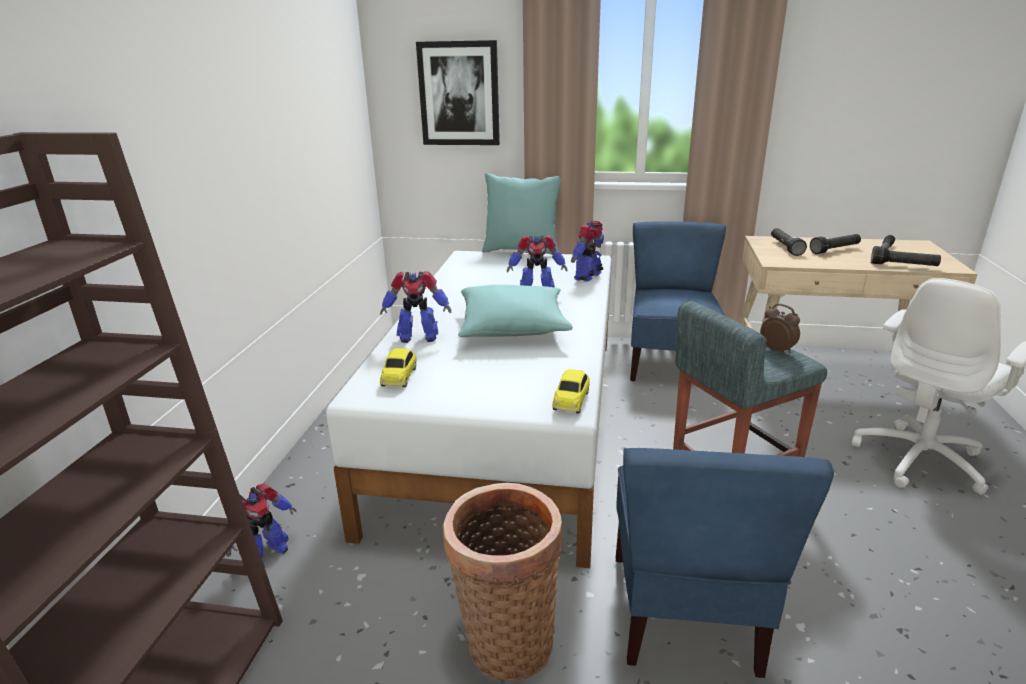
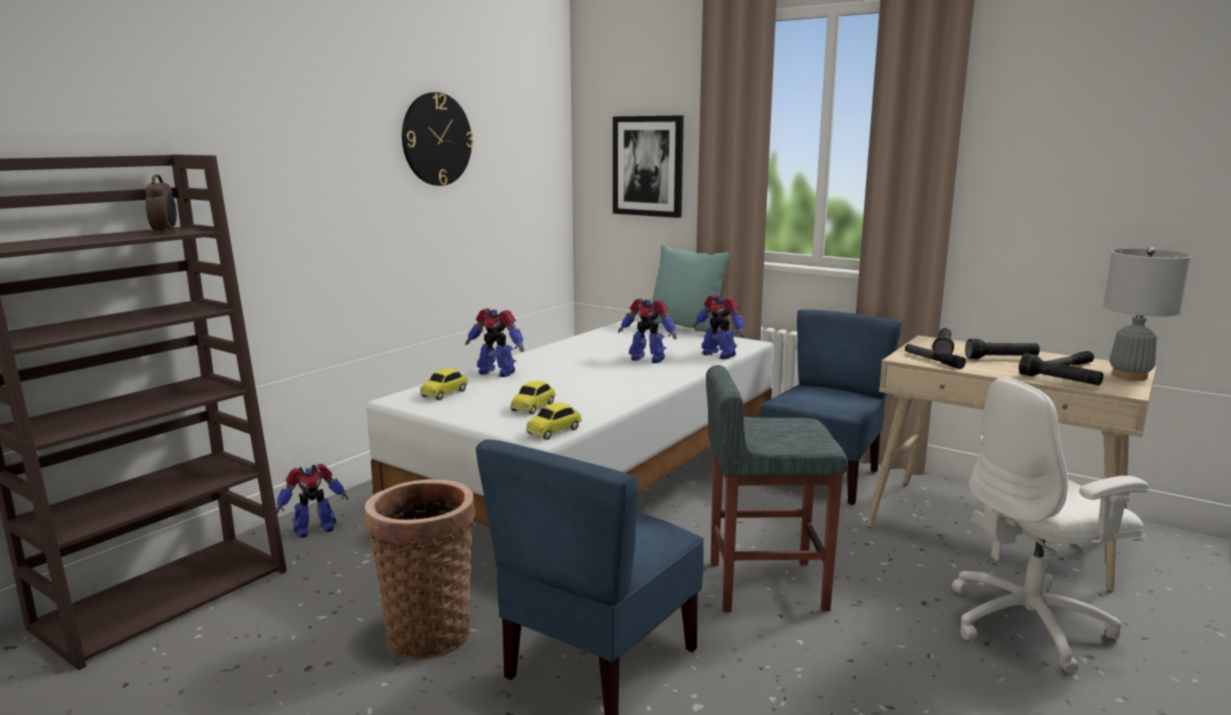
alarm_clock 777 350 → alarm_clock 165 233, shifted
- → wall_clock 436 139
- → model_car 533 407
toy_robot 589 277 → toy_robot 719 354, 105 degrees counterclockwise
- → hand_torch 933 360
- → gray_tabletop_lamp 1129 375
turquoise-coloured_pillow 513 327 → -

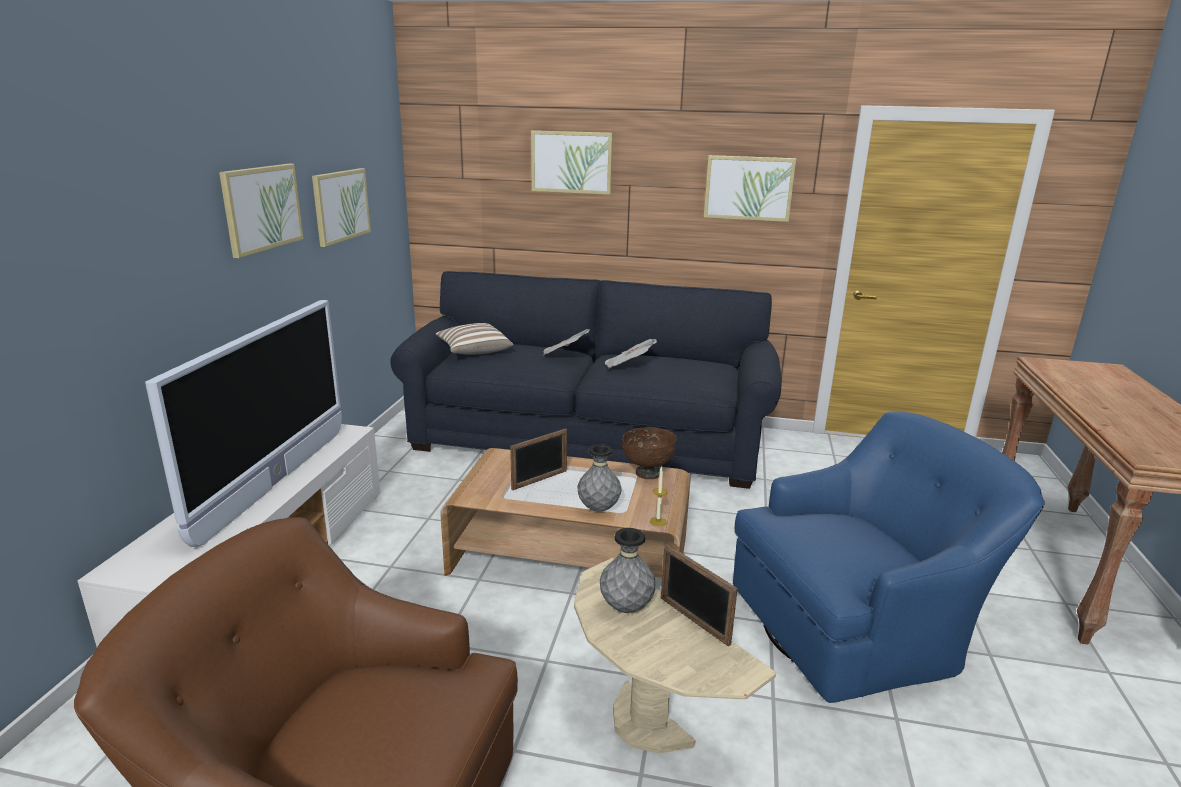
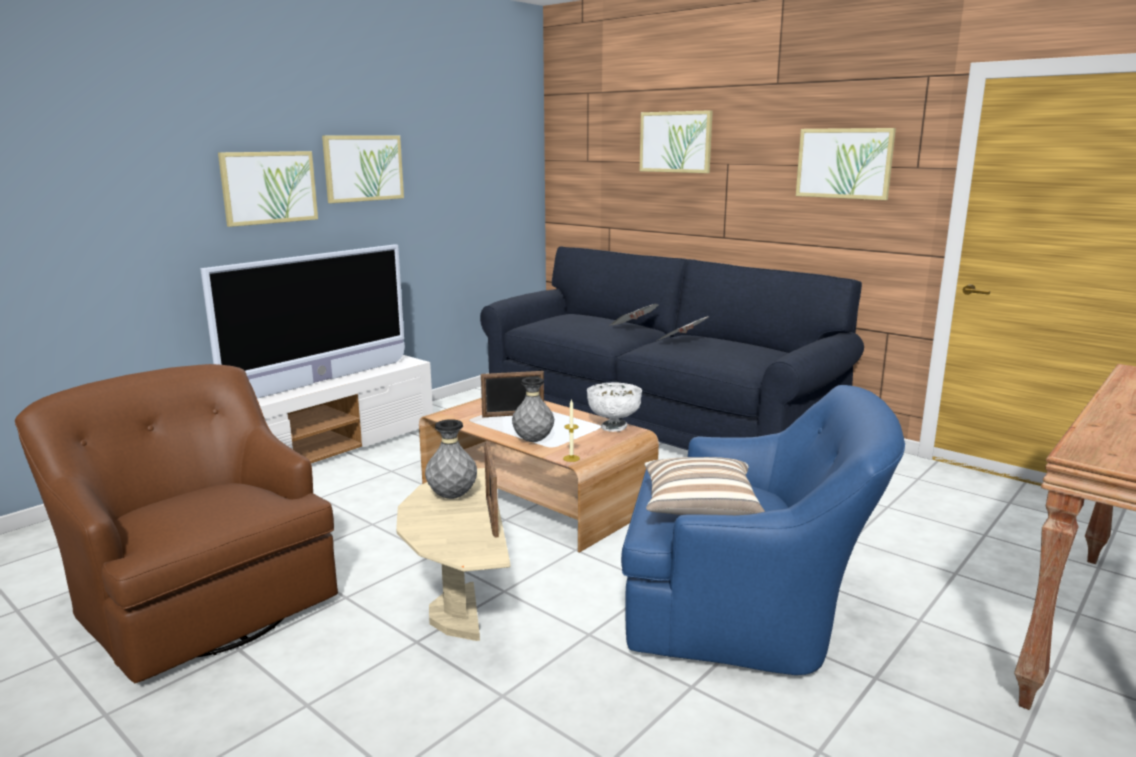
picture 340 205 → picture 269 187, shifted
brown-coloured_deep_dish 647 473 → white-coloured_deep_dish 614 427
pillow 473 351 → pillow 699 508, shifted

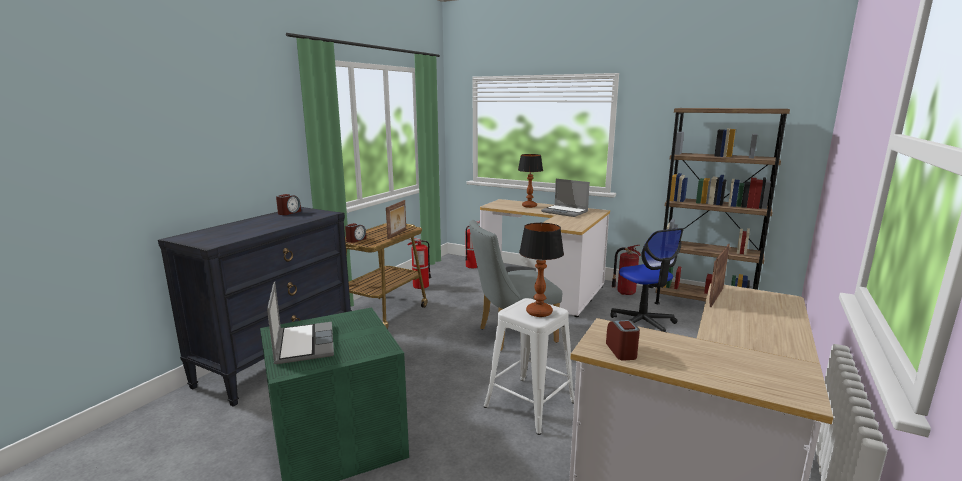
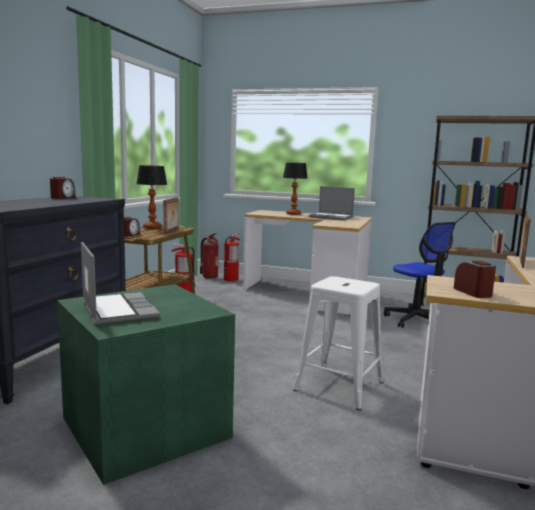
tabletop_lamp 538 312 → tabletop_lamp 152 227, shifted
fire-fighting_cylinder 625 292 → fire-fighting_cylinder 209 277, shifted
gray_plain_chair 511 335 → -

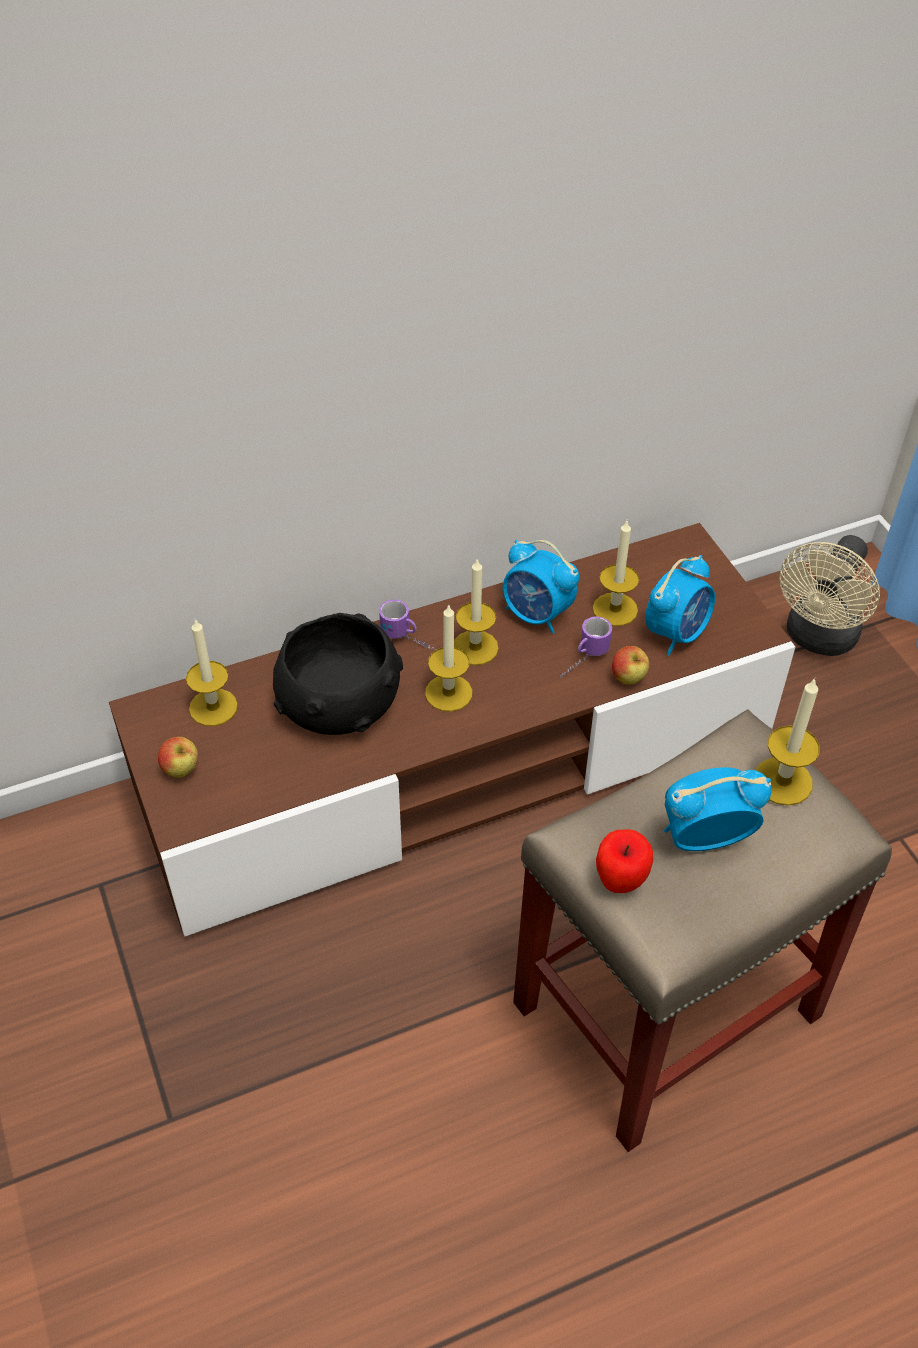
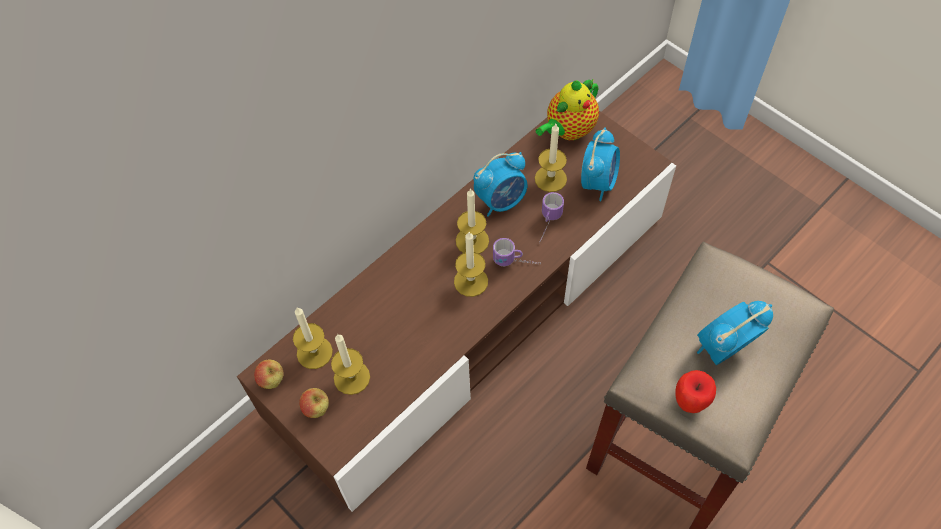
whole_apple 628 679 → whole_apple 272 381, shifted
wax_light 782 781 → wax_light 351 377, shifted
alarm_clock 537 615 → alarm_clock 501 201, 45 degrees counterclockwise
tea_mug 410 641 → tea_mug 516 262, shifted
- → tea_pot 568 131
black_deep_dish 340 701 → -
beige_electric_fan 818 639 → -

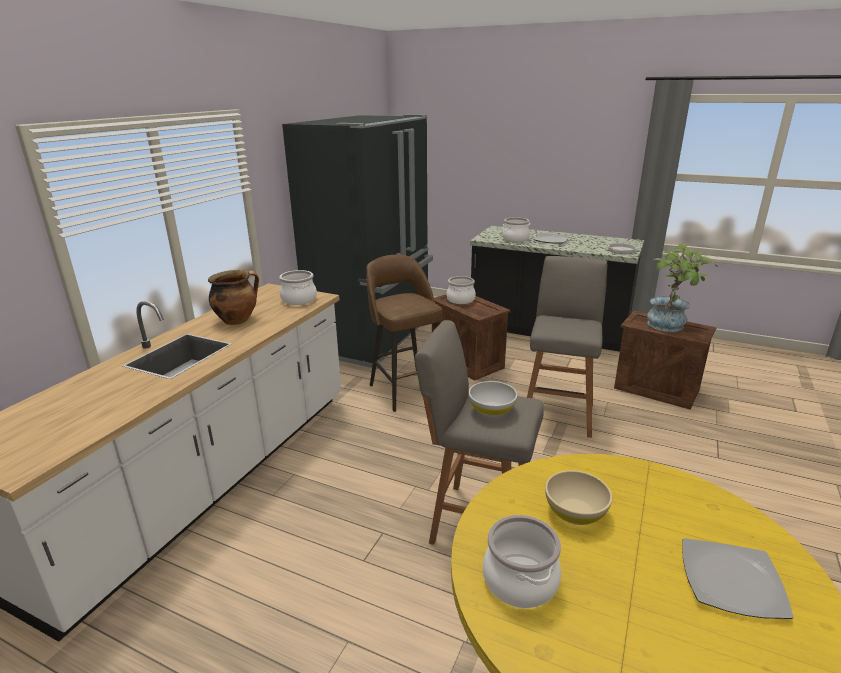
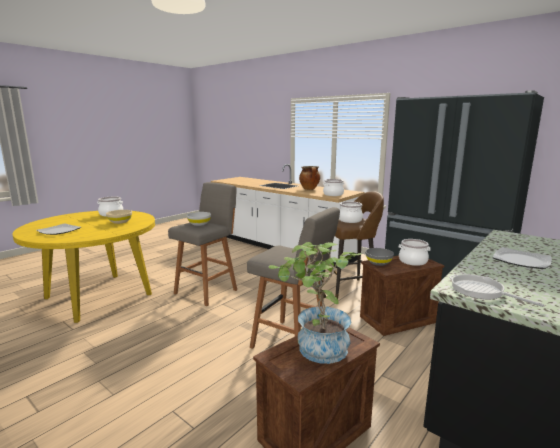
stockpot 515 239 → stockpot 350 220, shifted
- → gray_deep_dish 378 263

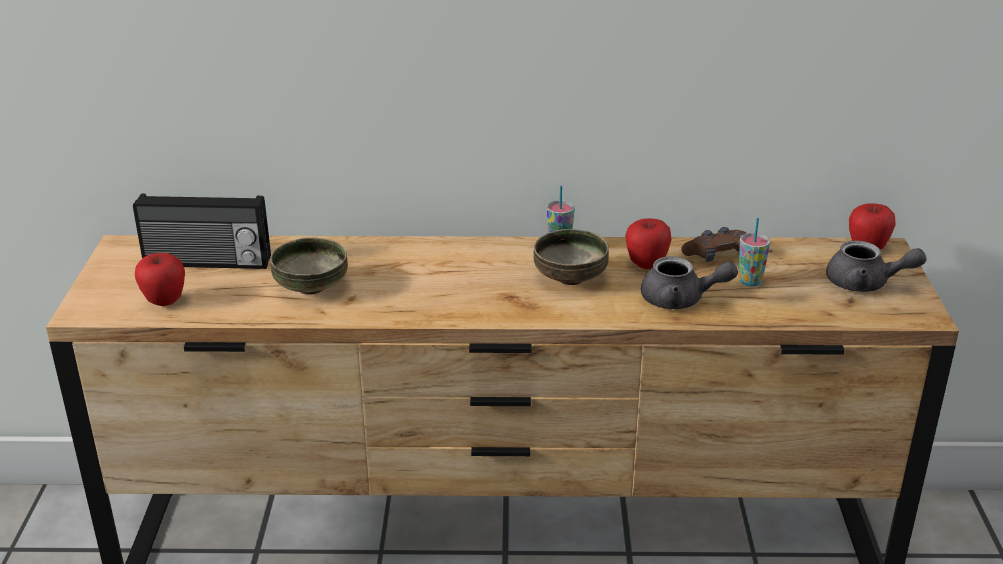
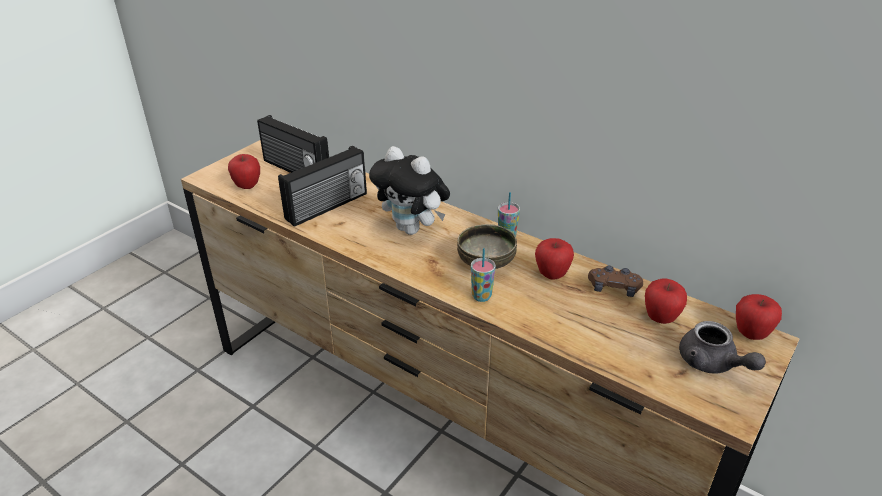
deep_dish 311 287 → radio_set 327 207
- → cuddly_toy 412 229
small_cup 750 281 → small_cup 481 296, shifted
- → whole_apple 660 318
gray_tea_pot 681 300 → -

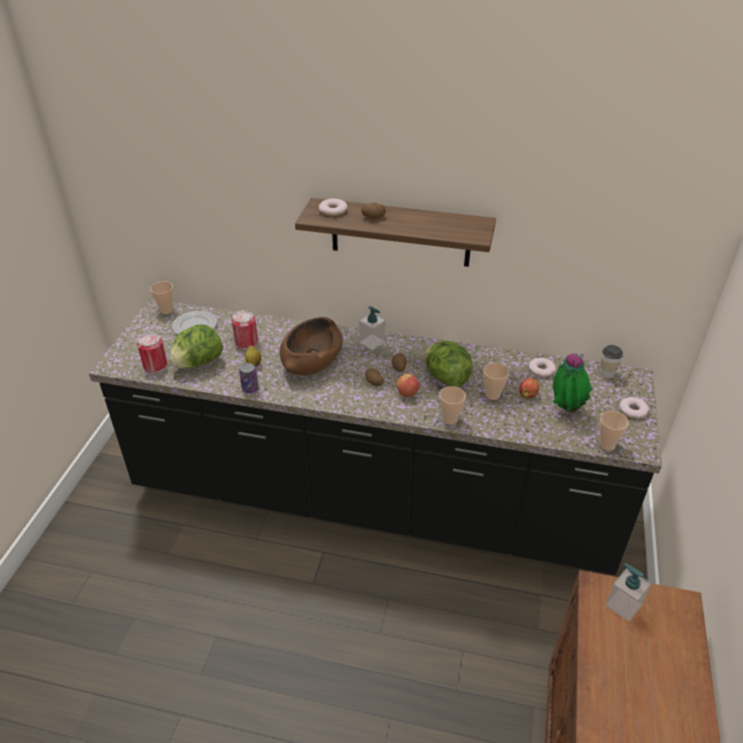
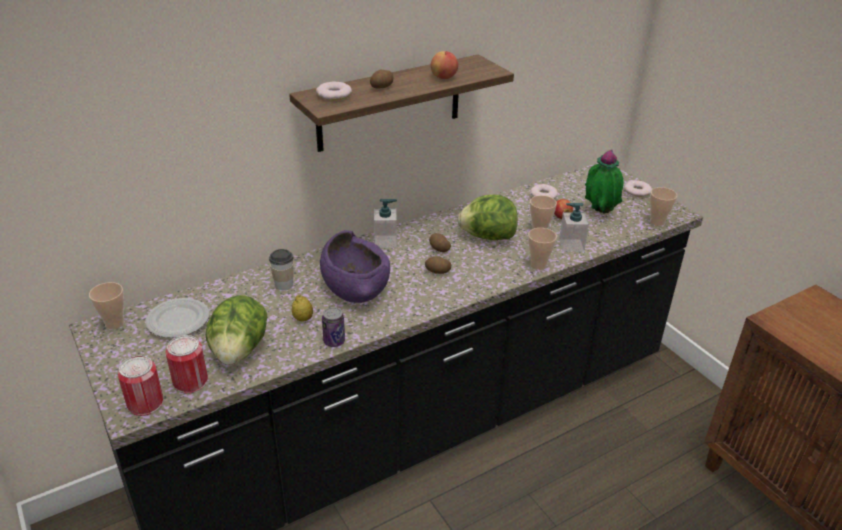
sealed_can 246 342 → sealed_can 145 403, shifted
small_cup 606 373 → small_cup 284 284, shifted
brown-coloured_deep_dish 311 360 → purple-coloured_deep_dish 355 285
whole_apple 407 393 → whole_apple 444 77, shifted
liquid_soap_bottle 623 605 → liquid_soap_bottle 571 245, shifted

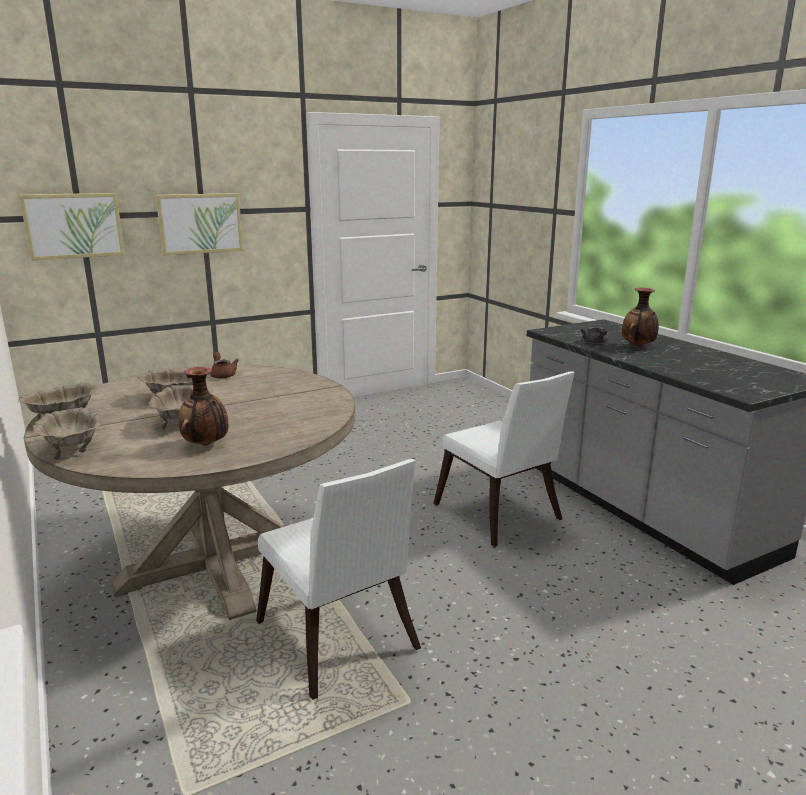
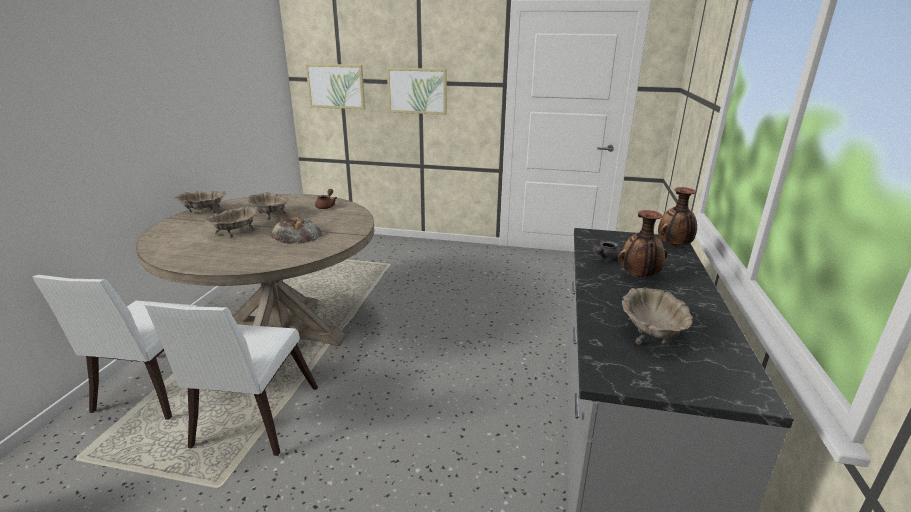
white-coloured_plain_chair 500 516 → white-coloured_plain_chair 154 390, shifted
- → bread 296 234
beige_deep_dish 73 449 → beige_deep_dish 652 334, shifted
vase 206 445 → vase 674 246, shifted

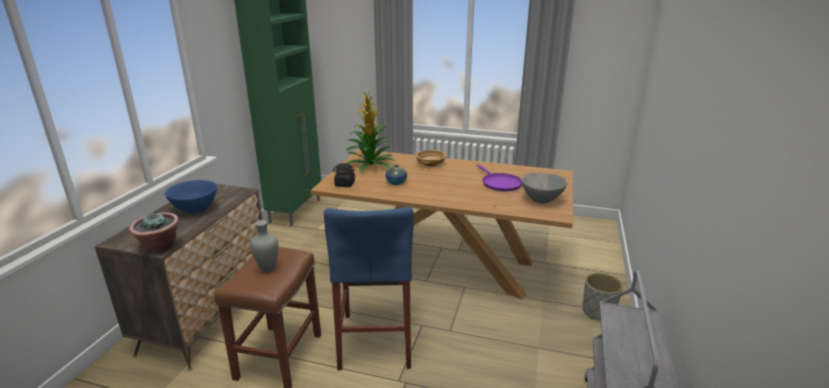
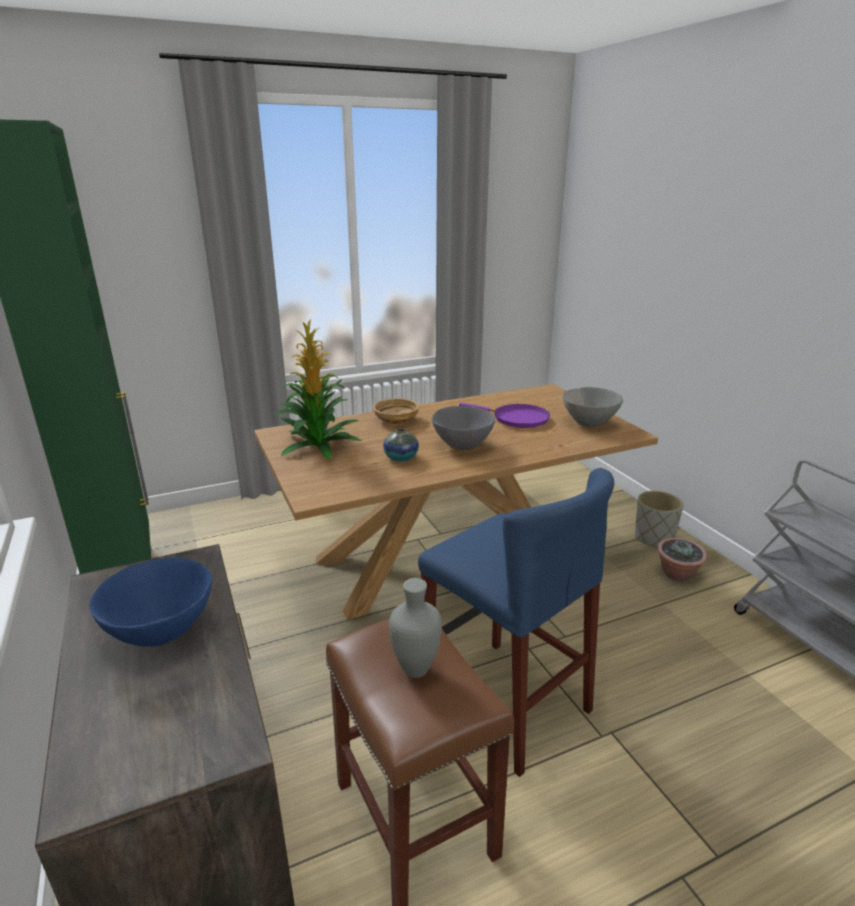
- → gray_deep_dish 462 446
potted_plant 160 247 → potted_plant 677 574, shifted
black_storage_jar 344 184 → -

